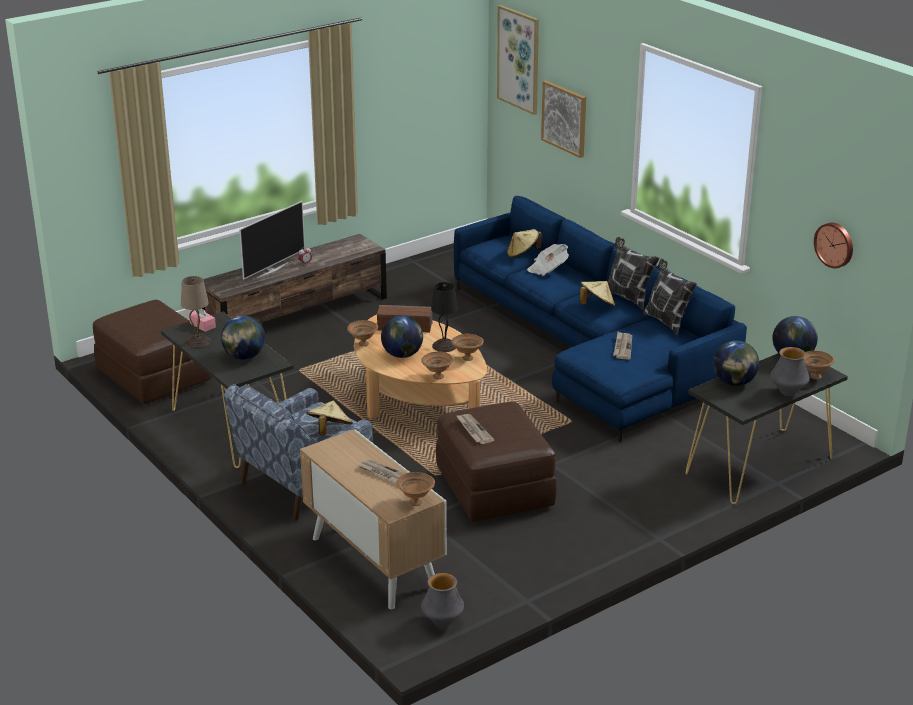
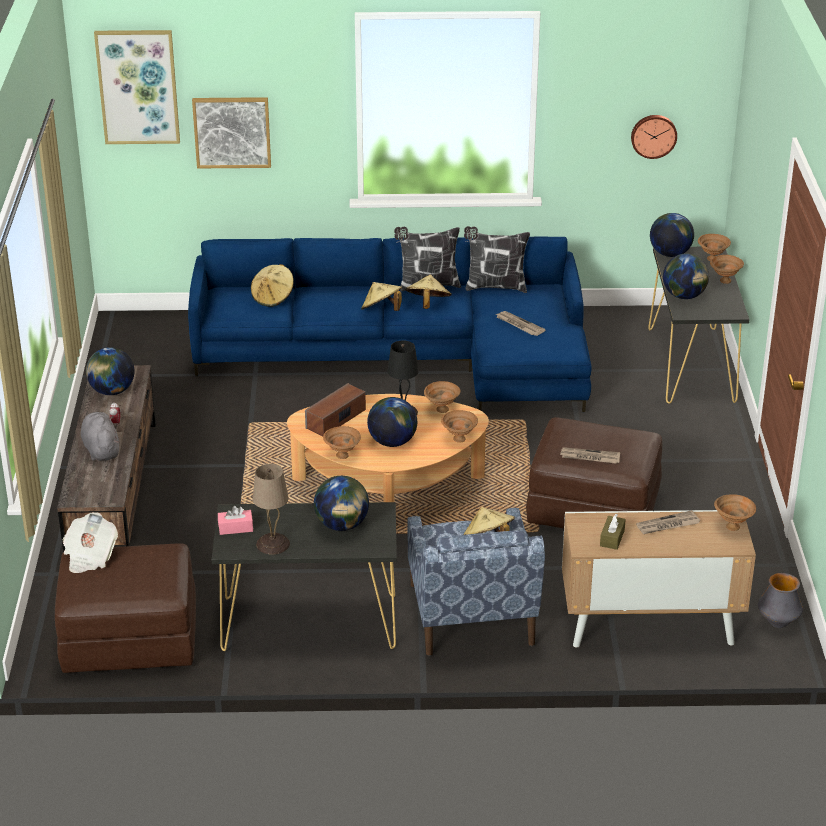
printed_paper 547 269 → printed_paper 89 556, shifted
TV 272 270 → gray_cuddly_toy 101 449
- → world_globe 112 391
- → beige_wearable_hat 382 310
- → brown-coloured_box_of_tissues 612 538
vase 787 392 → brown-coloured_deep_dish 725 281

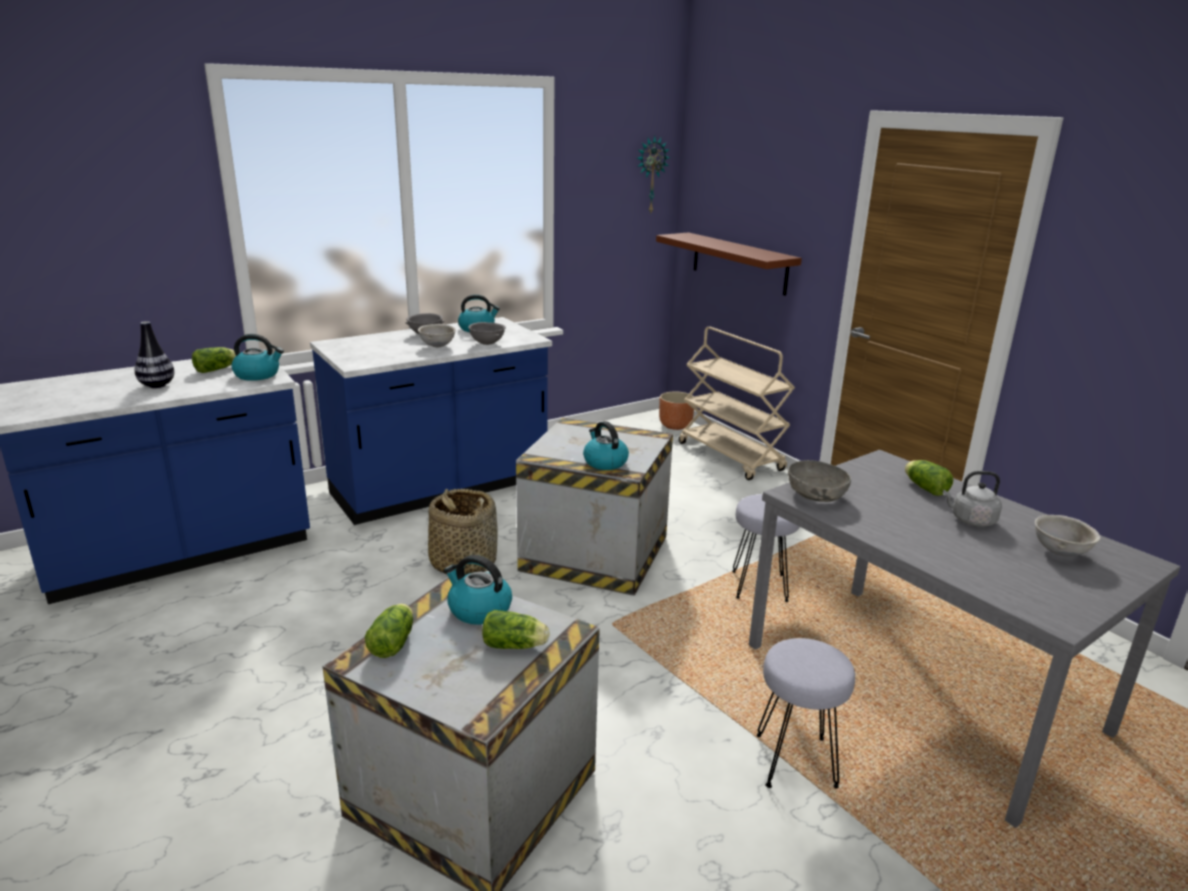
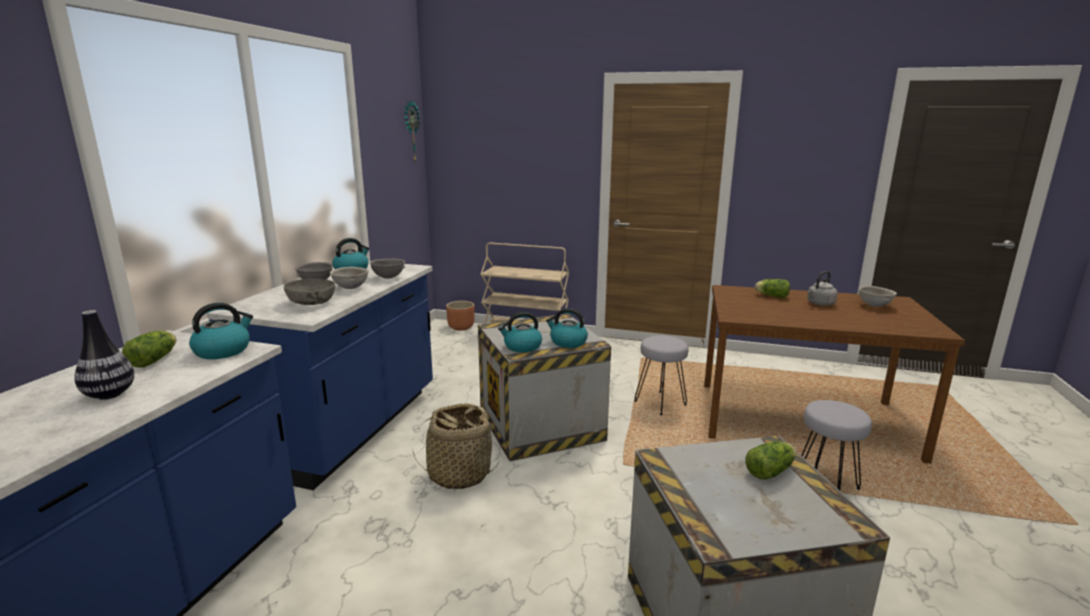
gray_deep_dish 816 495 → gray_deep_dish 312 302, shifted
kettle 478 609 → kettle 522 347, shifted
gray_dinner_table 917 687 → brown-coloured_dinner_table 801 420
lettuce 394 642 → -
brown-coloured_shelf 739 263 → -

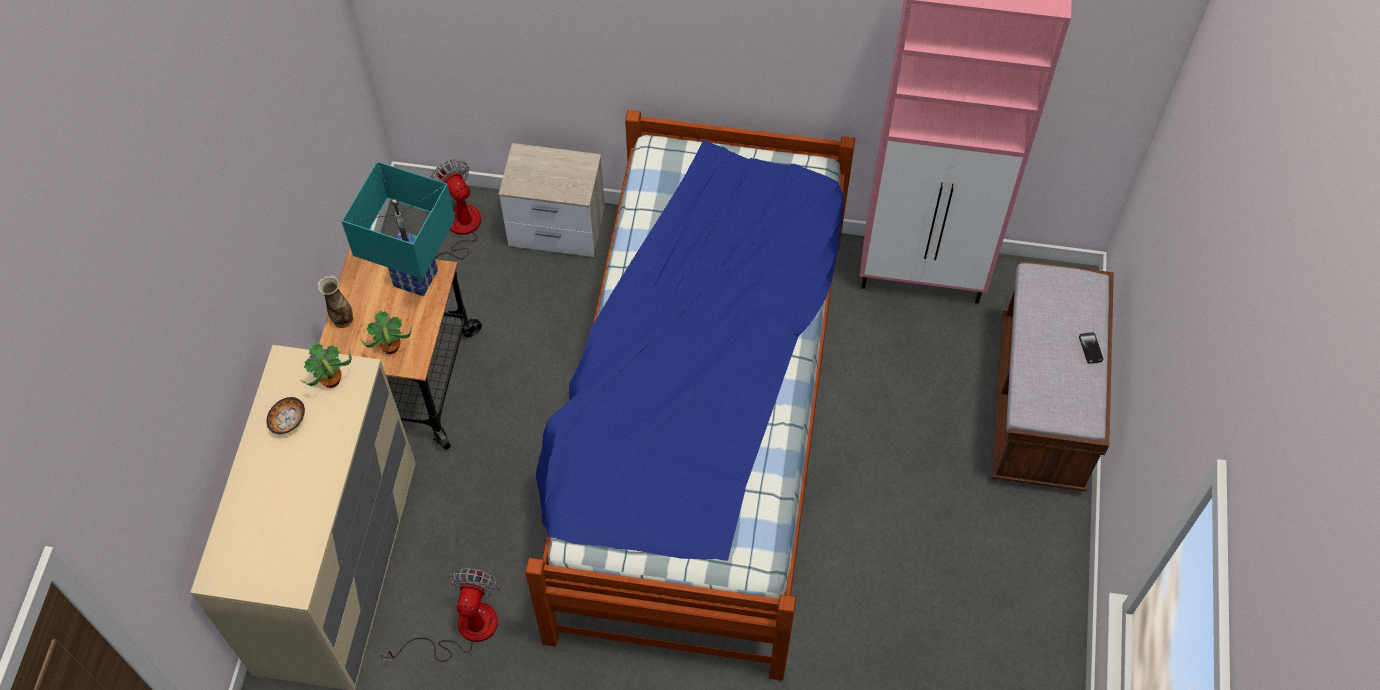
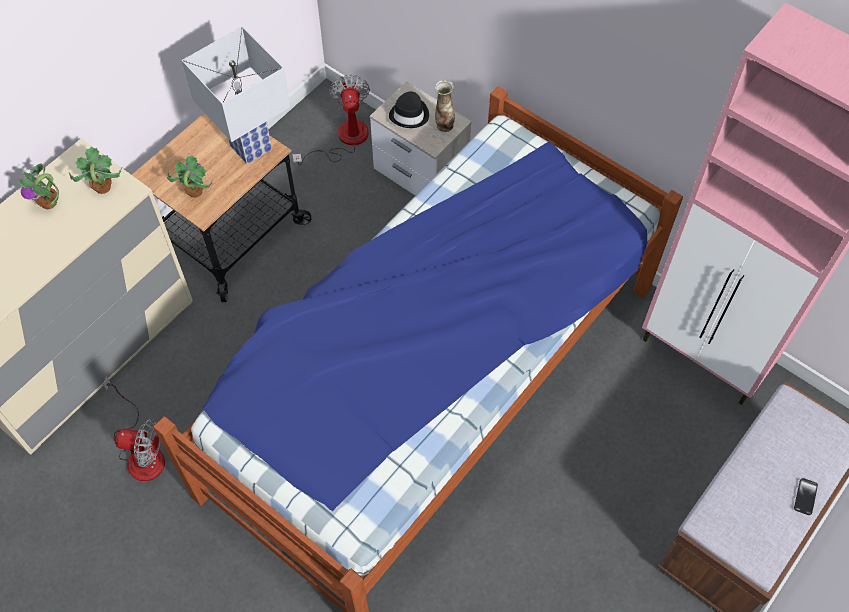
deep_dish 289 420 → potted_plant 49 203
electric_fan 463 629 → electric_fan 141 451, 60 degrees clockwise
turquoise-coloured_tabletop_lamp 415 277 → white-coloured_tabletop_lamp 251 146
- → black_wearable_hat 410 115
vase 342 320 → vase 444 125, shifted

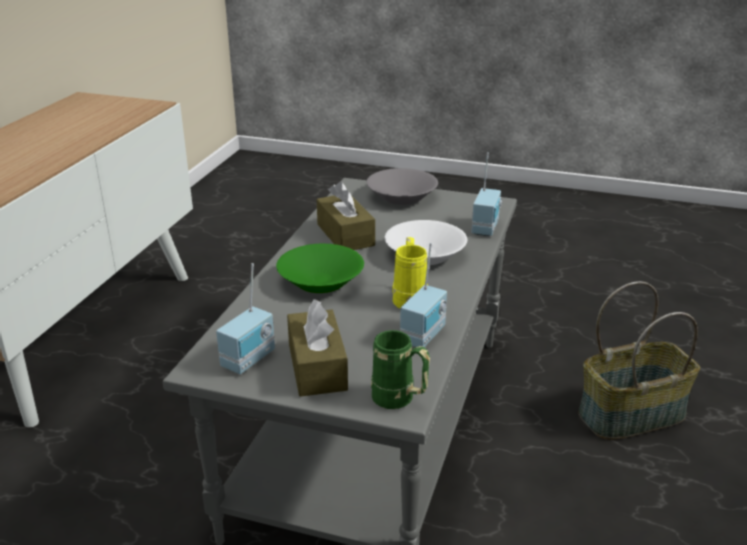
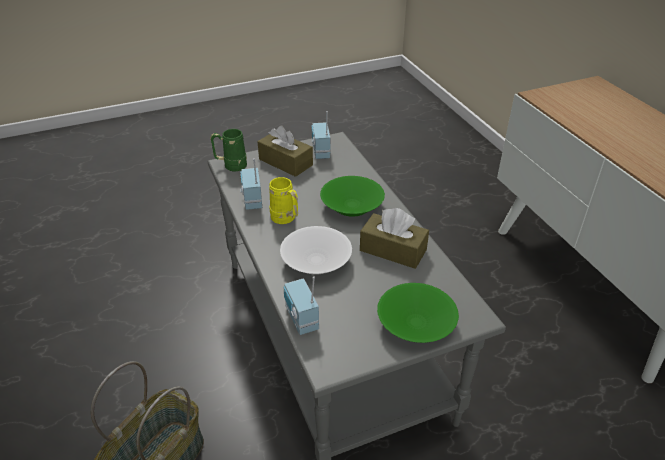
gray_deep_dish 401 196 → greenish_deep_dish 417 323

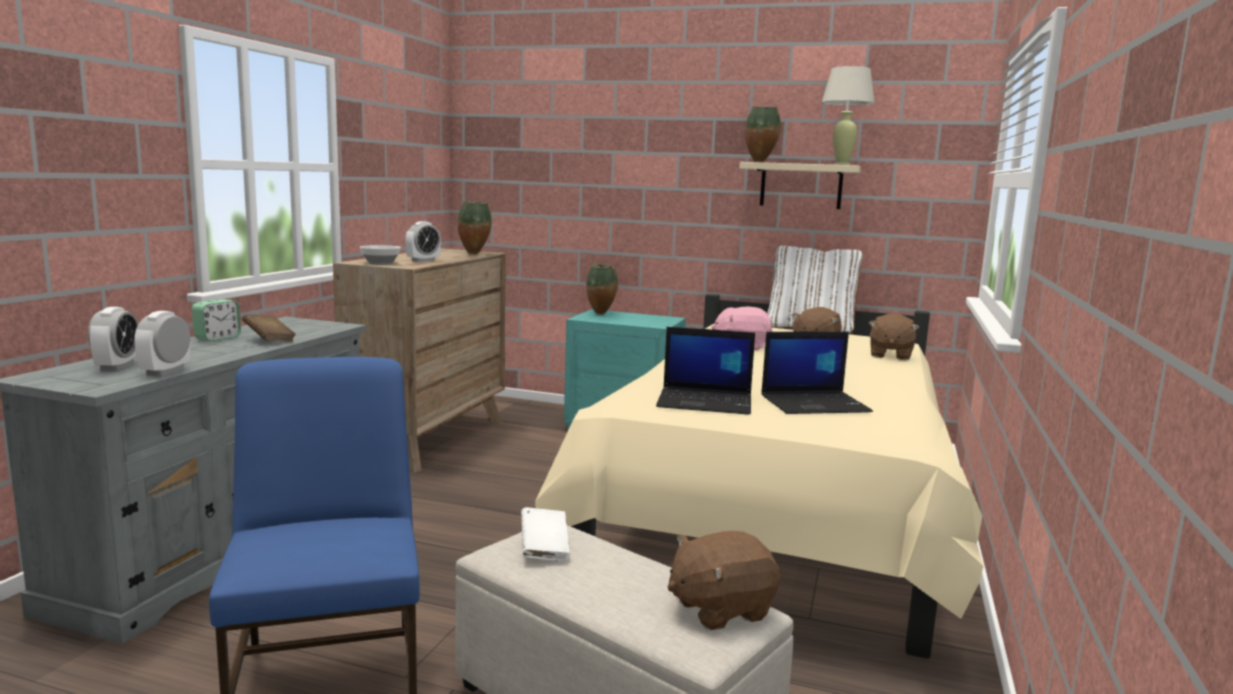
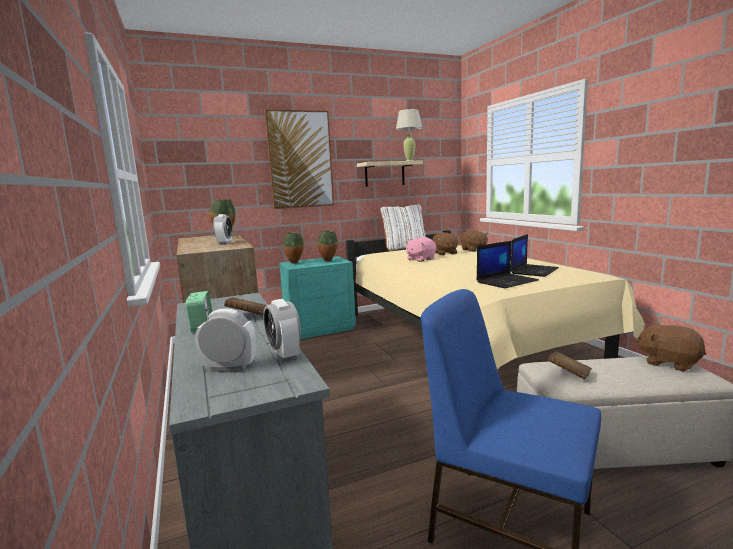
alarm_clock 117 366 → alarm_clock 229 368, 45 degrees counterclockwise
- → picture 300 160
vase 760 162 → vase 329 261, shifted
white-coloured_volume 544 549 → brown-coloured_volume 569 374
brown-coloured_cuddly_toy 720 609 → brown-coloured_cuddly_toy 669 362, 105 degrees clockwise
deep_dish 380 263 → -

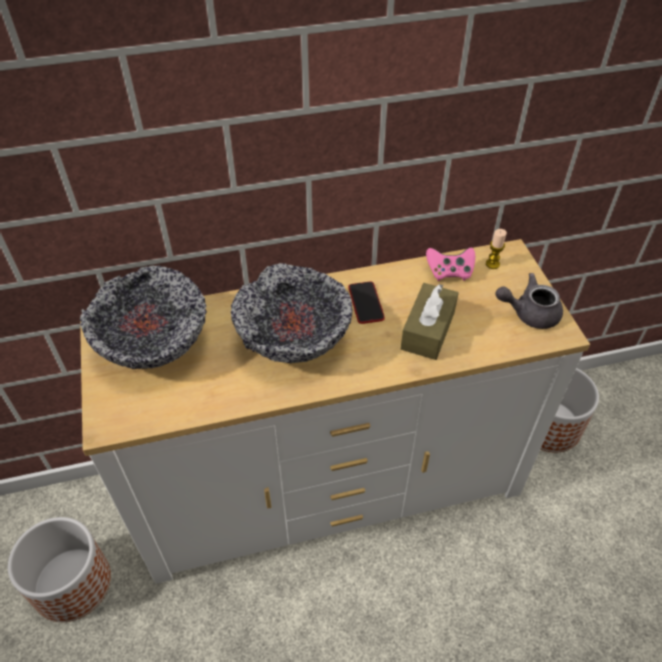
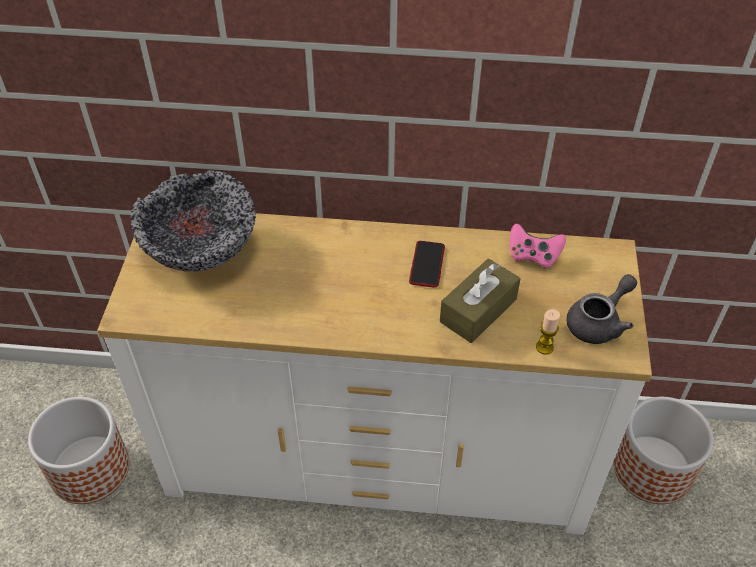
wax_light 492 264 → wax_light 544 347, shifted
gray_tea_pot 529 313 → gray_tea_pot 599 323, 120 degrees clockwise
deep_dish 294 339 → -

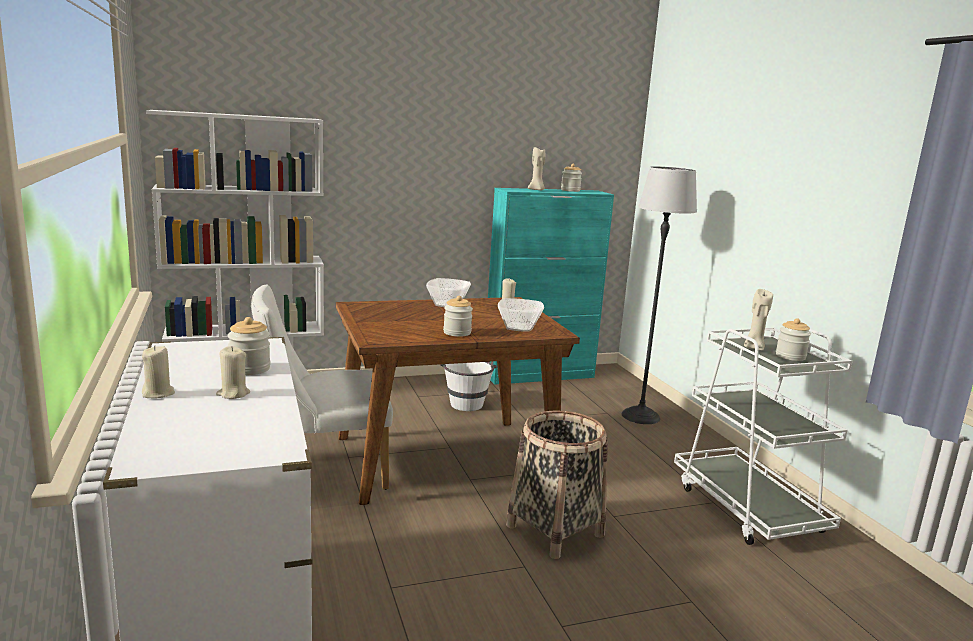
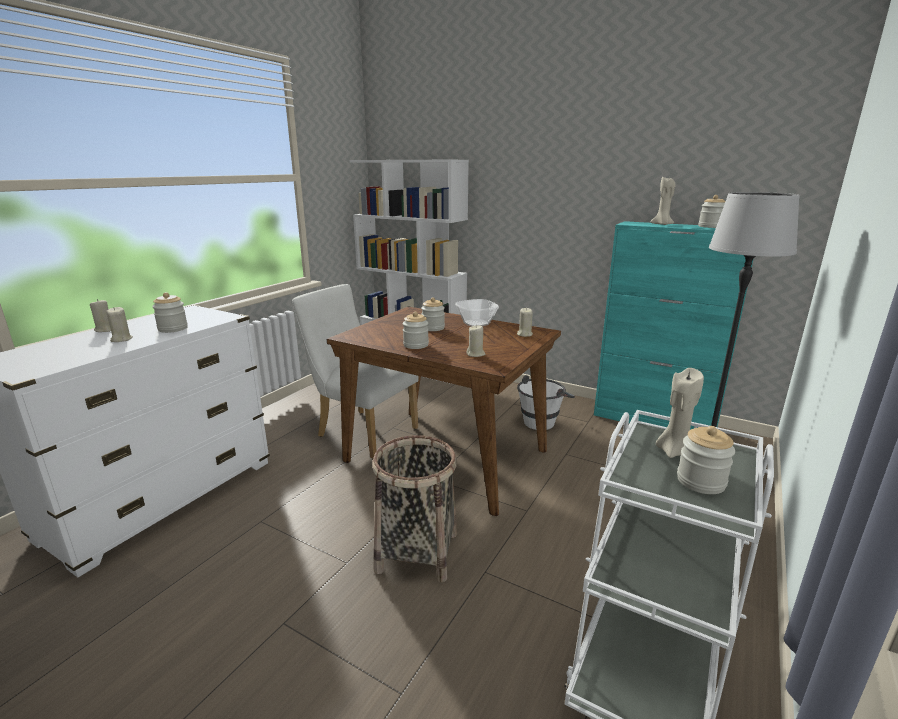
- → storage_jar 433 328
deep_dish 519 327 → beige_wax_light 475 354

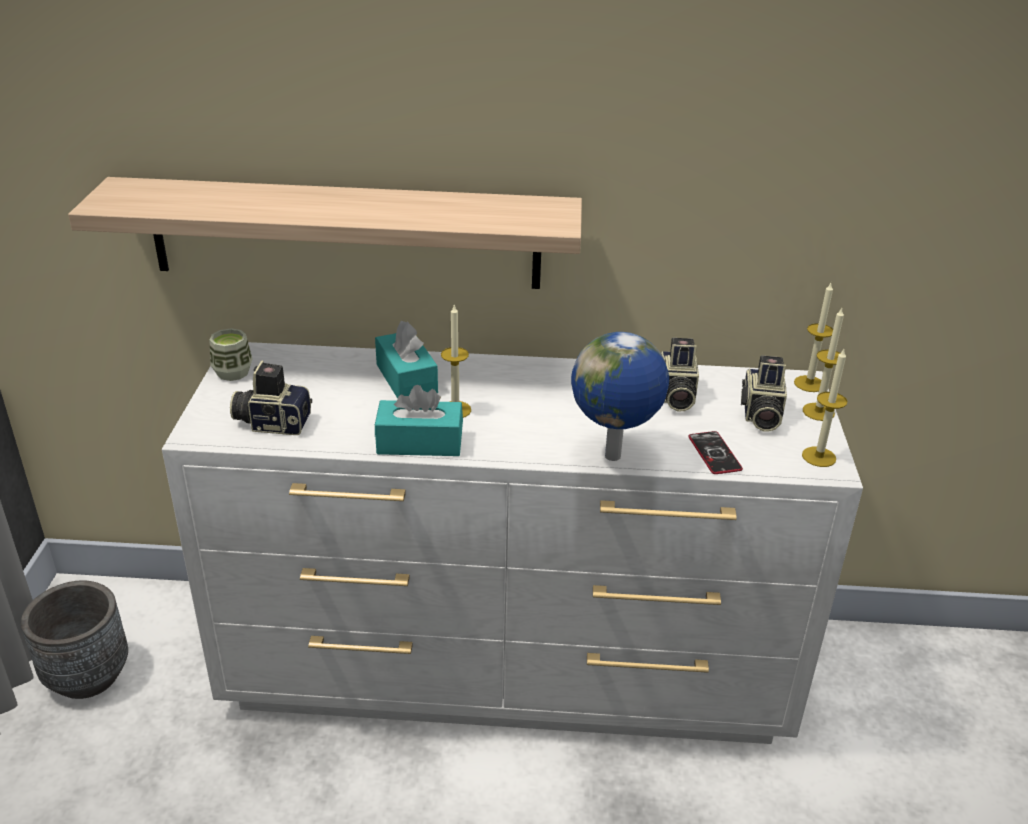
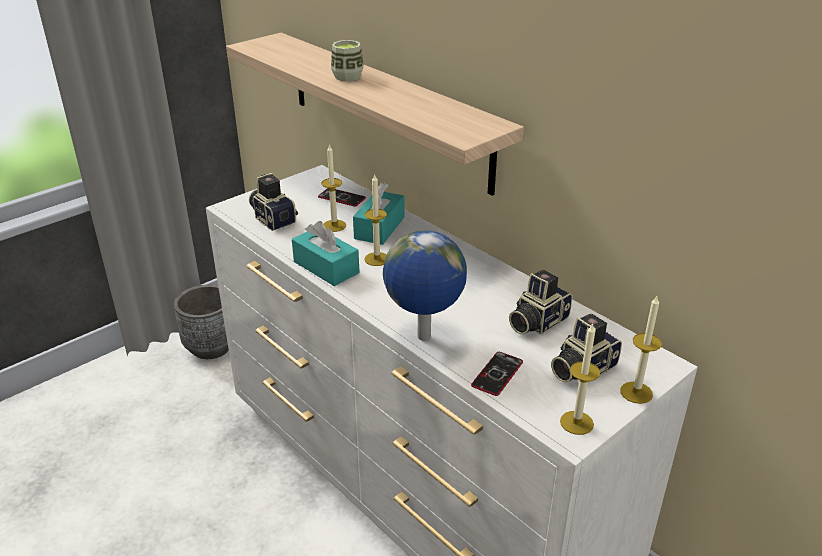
- → telephone 341 198
wax_light 809 384 → wax_light 334 225, shifted
small_cup 233 372 → small_cup 347 77, shifted

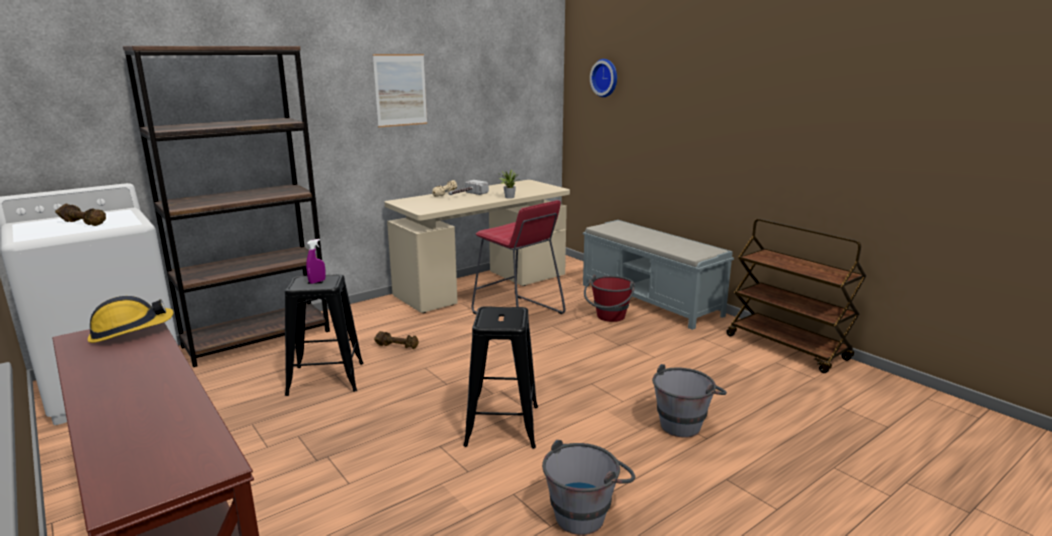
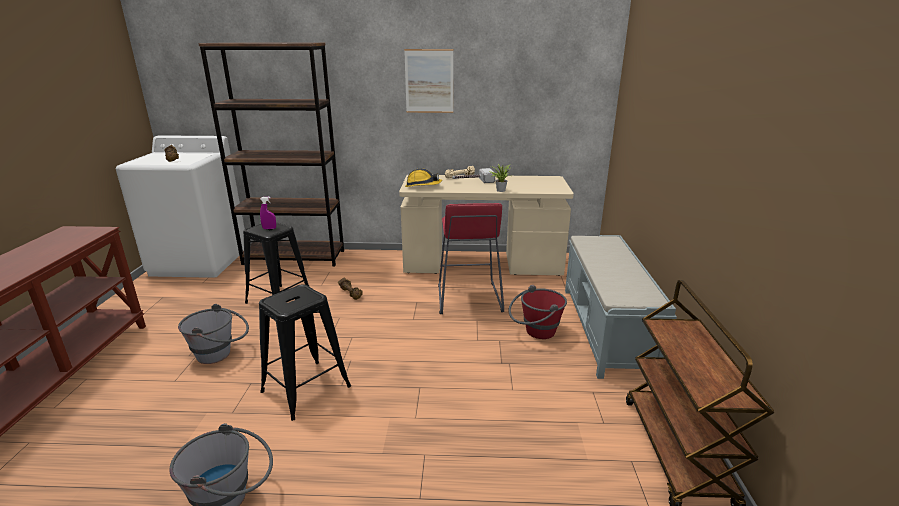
gray_water_bucket 684 422 → gray_water_bucket 221 354, shifted
work_helmet 131 331 → work_helmet 422 186, shifted
wall_clock 606 78 → -

